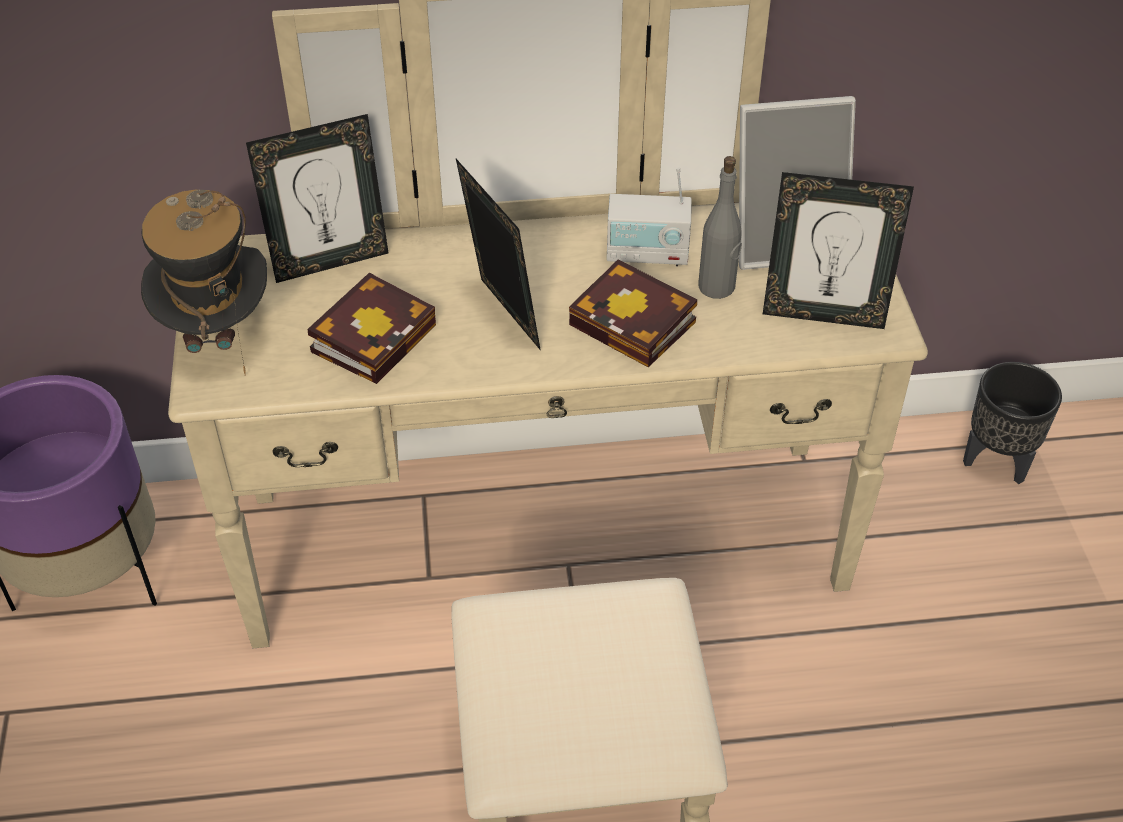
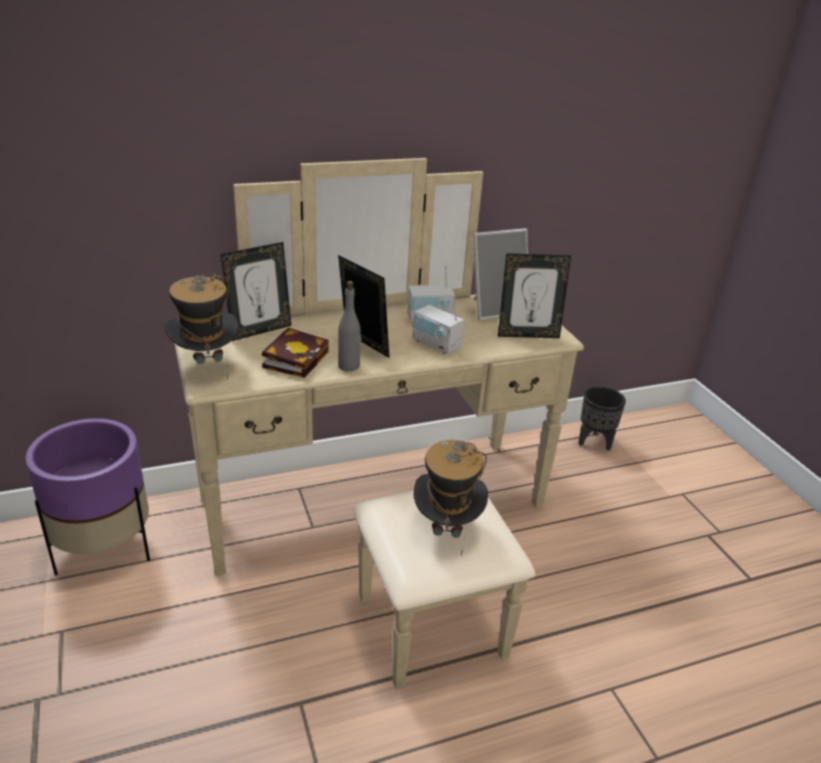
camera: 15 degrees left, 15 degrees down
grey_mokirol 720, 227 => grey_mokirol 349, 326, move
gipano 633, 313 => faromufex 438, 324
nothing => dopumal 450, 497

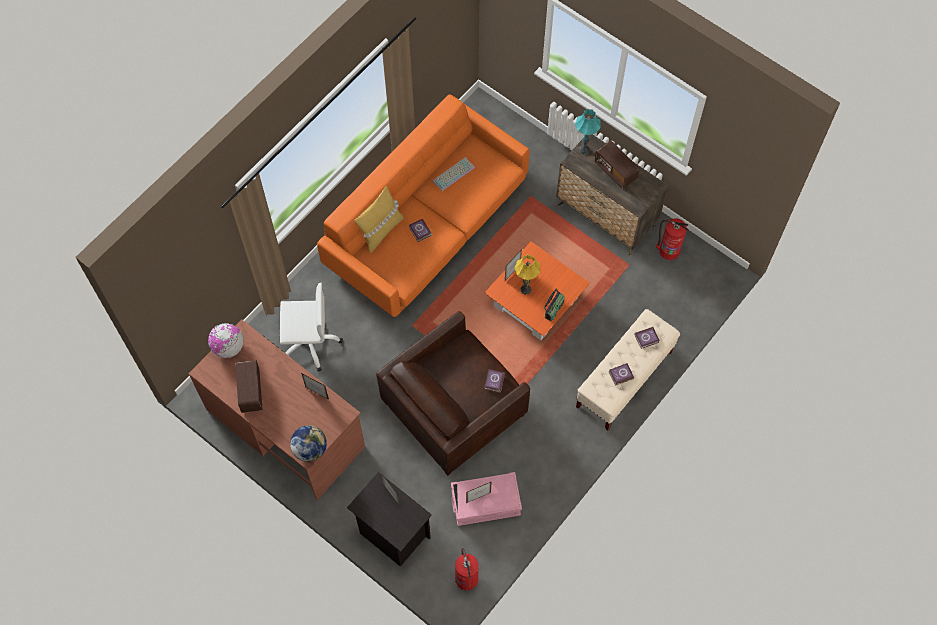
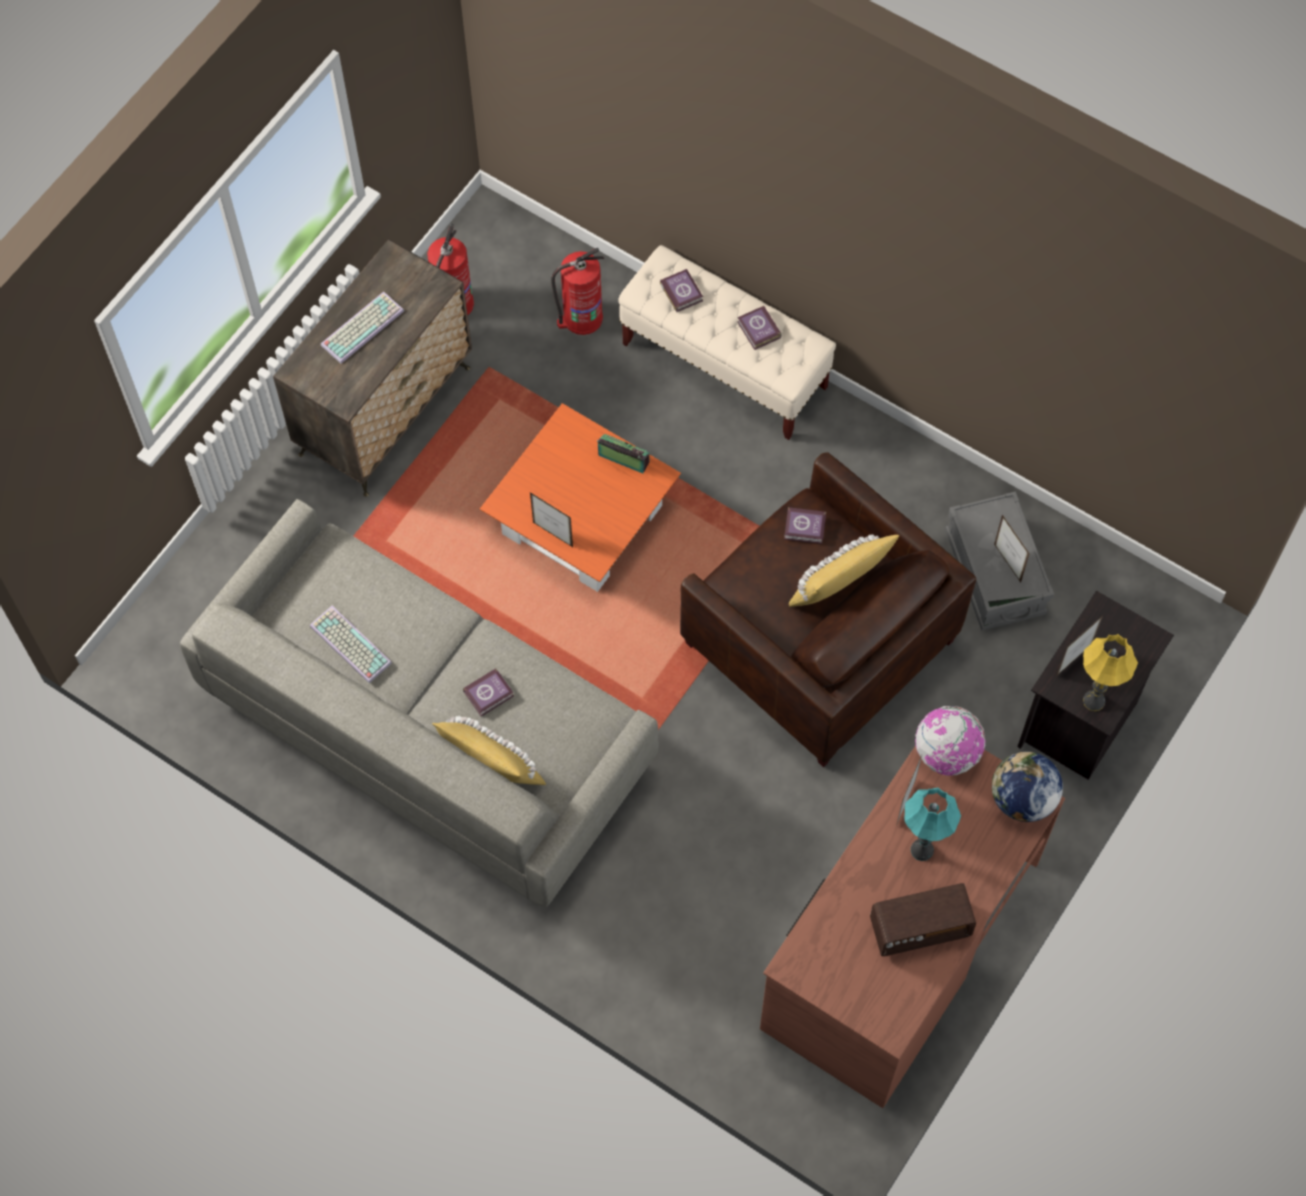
camera: 95 degrees left, 0 degrees up
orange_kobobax 423, 205 => grey_kobobax 419, 703
faromufex 616, 165 => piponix 362, 328
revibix 467, 569 => revibix 577, 291, move
nothing => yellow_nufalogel 844, 571
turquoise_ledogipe 588, 132 => turquoise_ledogipe 932, 824, move
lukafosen 225, 340 => lukafosen 950, 741, move
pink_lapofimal 486, 499 => grey_lapofimal 999, 560
yellow_ledogipe 527, 274 => yellow_ledogipe 1110, 672, move
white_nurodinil 311, 327 => nothing

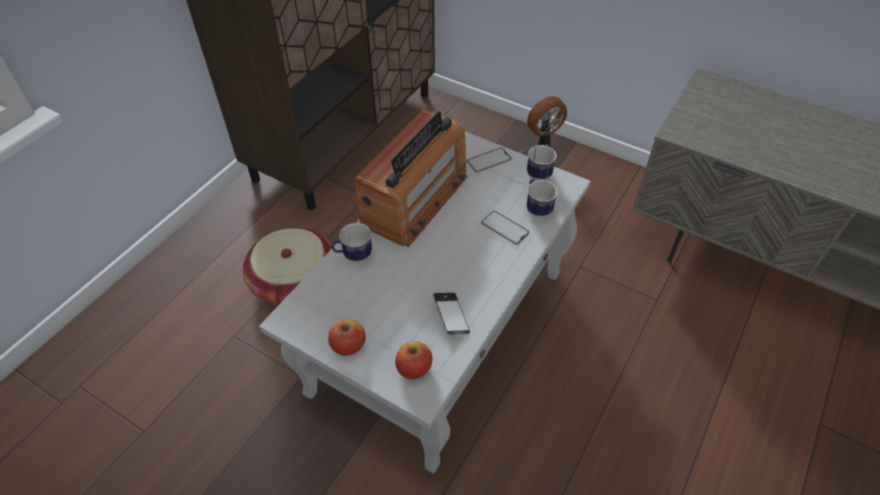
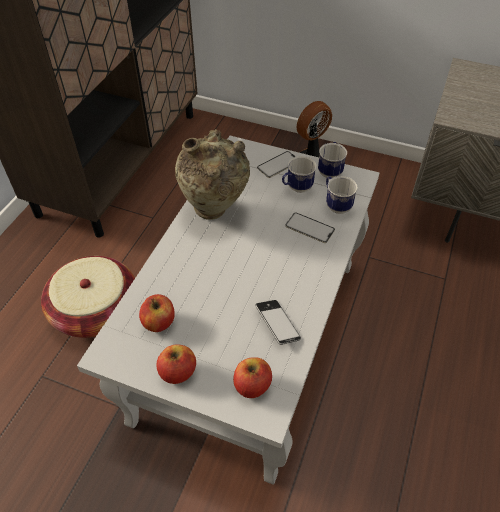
camera: 10 degrees left, 0 degrees up
nothing => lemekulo 157, 313
faromufex 411, 177 => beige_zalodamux 212, 174
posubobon 351, 243 => posubobon 299, 174, move

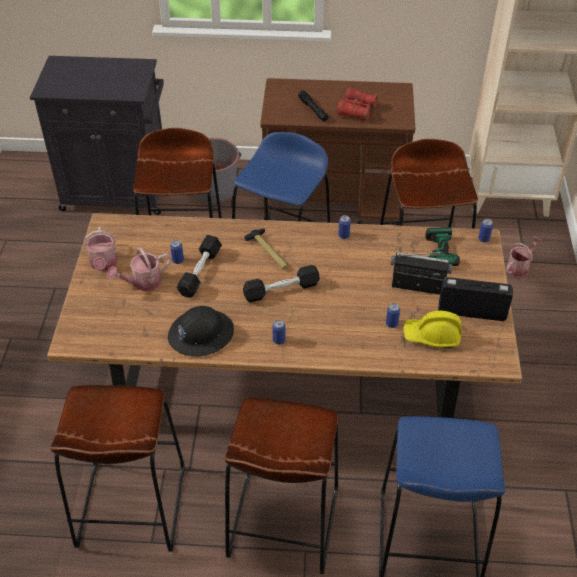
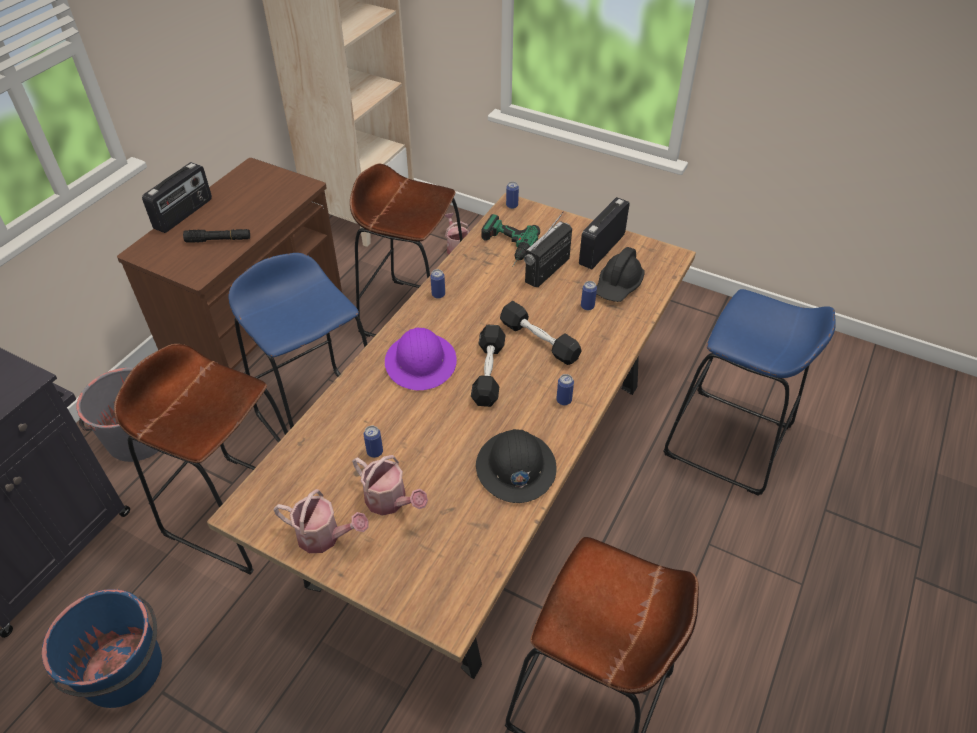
camera: 65 degrees left, 0 degrees up
nothing => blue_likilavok 102, 648
nothing => faromufex 177, 197
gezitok 139, 269 => gezitok 390, 485, 45 degrees counterclockwise
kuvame 266, 249 => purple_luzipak 421, 358
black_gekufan 199, 266 => black_gekufan 541, 333, move
yellow_luzipak 432, 329 => black_luzipak 620, 274
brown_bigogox 282, 485 => nothing
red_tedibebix 357, 104 => nothing

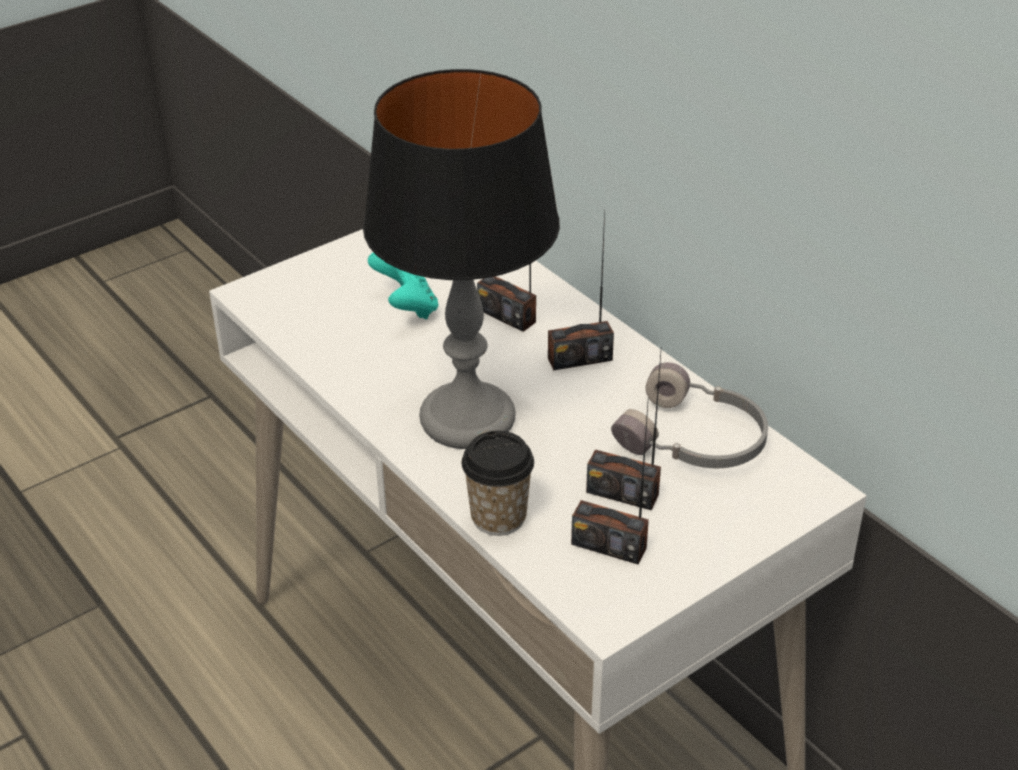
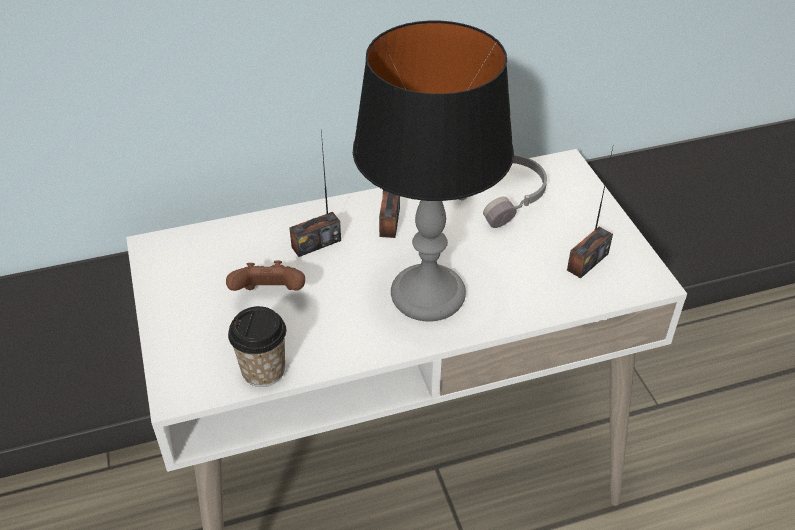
camera: 70 degrees left, 5 degrees up
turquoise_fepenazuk 403, 285 => brown_fepenazuk 265, 276
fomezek 498, 483 => fomezek 257, 346, move
faromufex 623, 431 => nothing

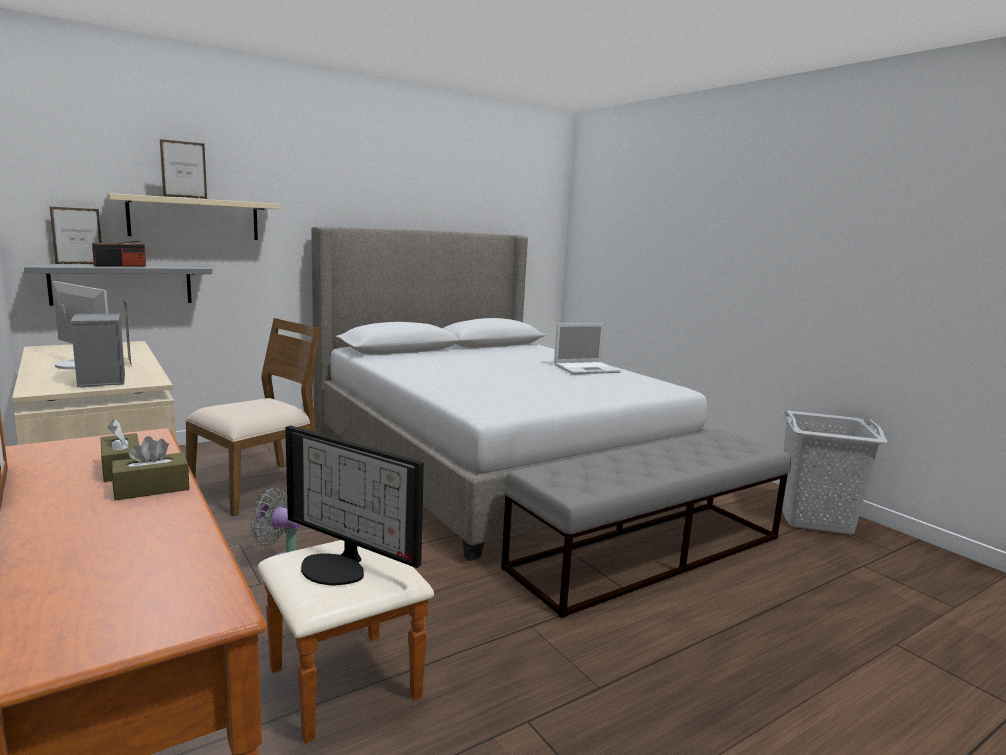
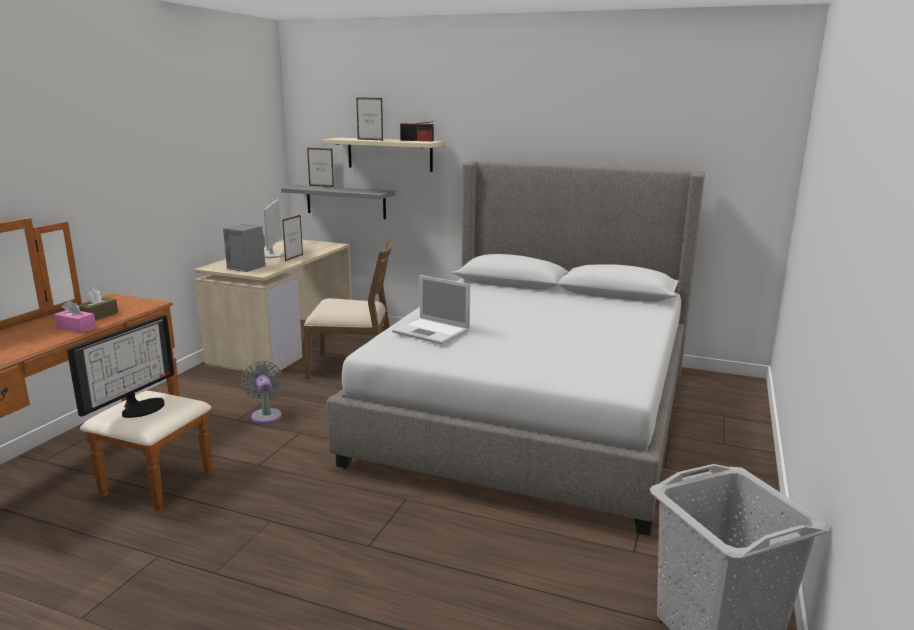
camera: 55 degrees right, 5 degrees up
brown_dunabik 151, 468 => pink_dunabik 75, 316
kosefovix 354, 505 => kosefovix 120, 366, 150 degrees counterclockwise
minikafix 587, 349 => minikafix 431, 310, move
faromufex 119, 254 => faromufex 417, 131, move
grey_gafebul 646, 524 => nothing

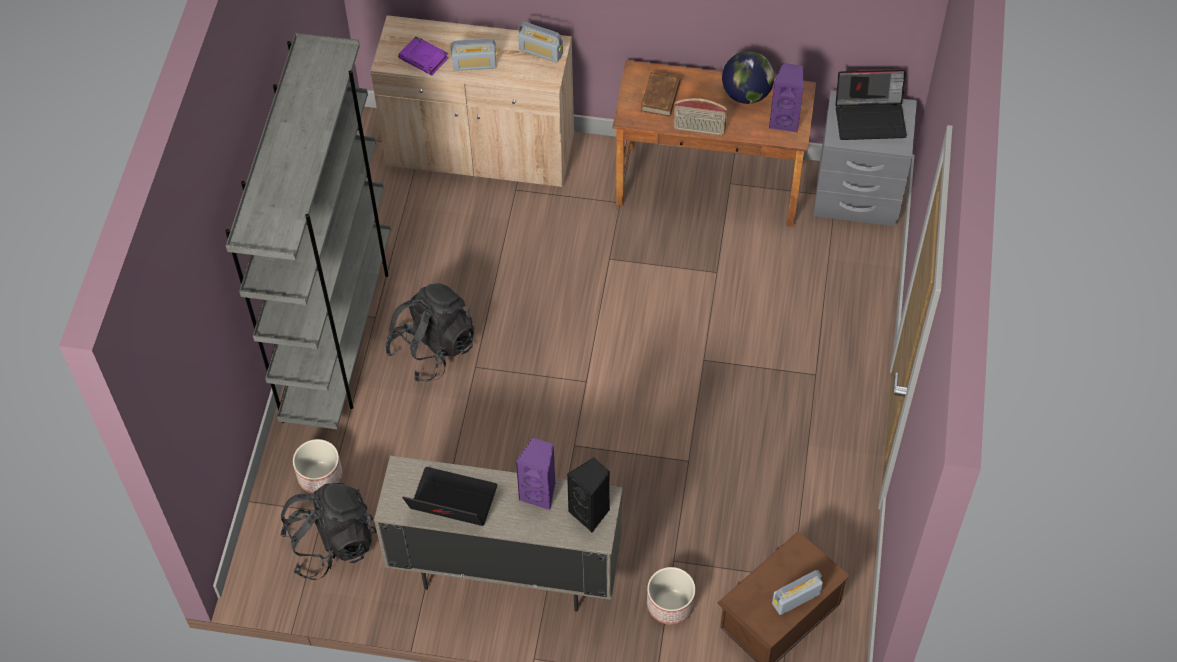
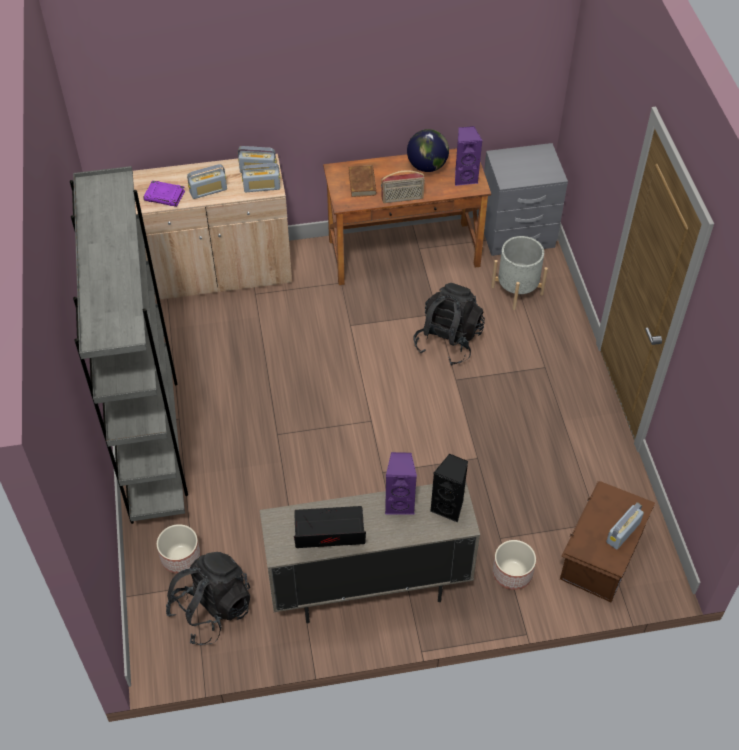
camera: 20 degrees left, 5 degrees down
nothing => faromufex 261, 177
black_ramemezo 429, 332 => black_ramemezo 449, 324, move
nothing => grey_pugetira 519, 273
minikafix 871, 104 => nothing

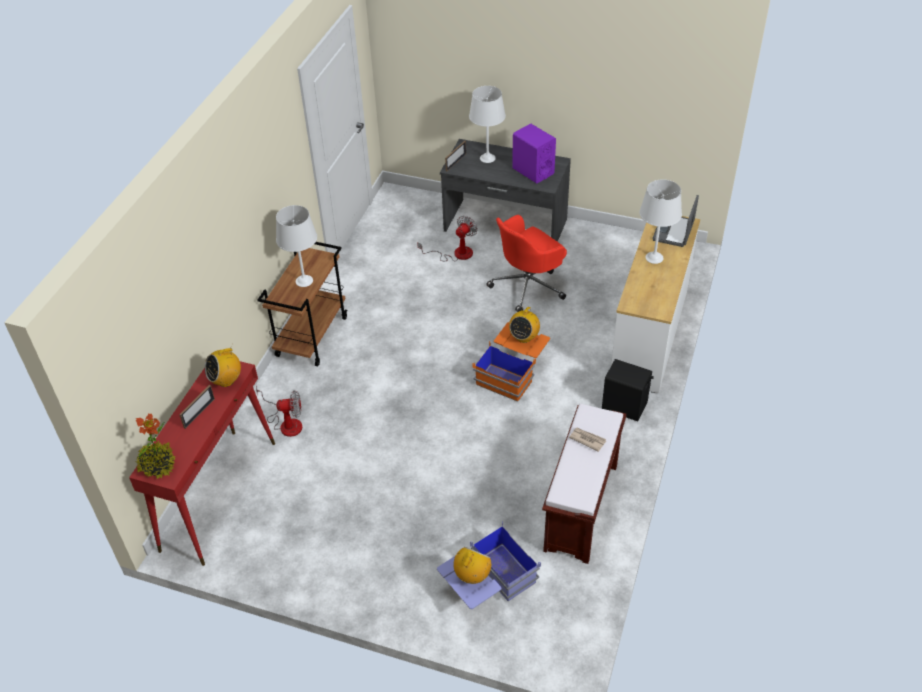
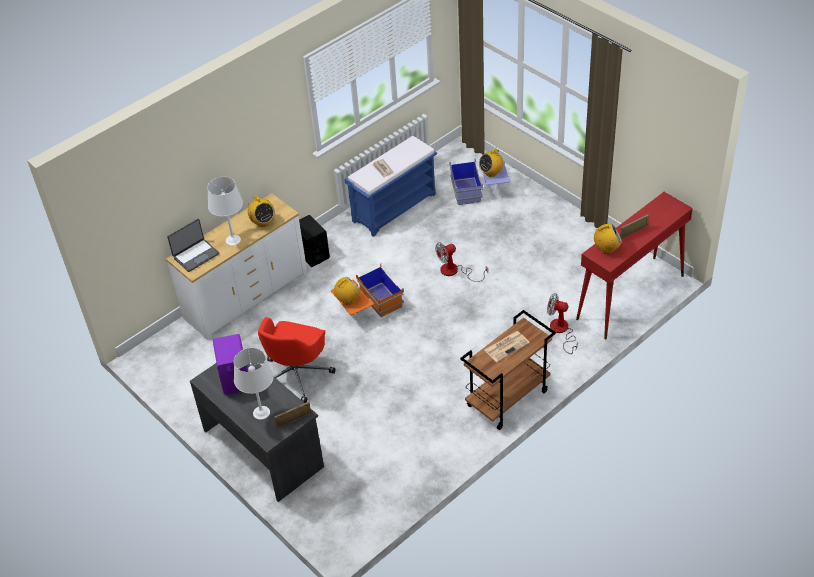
camera: 150 degrees left, 0 degrees up
nothing => faromufex 260, 211
red_nurodinil 527, 263 => red_nurodinil 297, 360, 120 degrees clockwise
brown_gafebul 584, 484 => blue_gafebul 391, 186
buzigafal 447, 238 => buzigafal 461, 262, move
white_ledogipe 296, 246 => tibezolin 507, 346
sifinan 156, 446 => nothing

